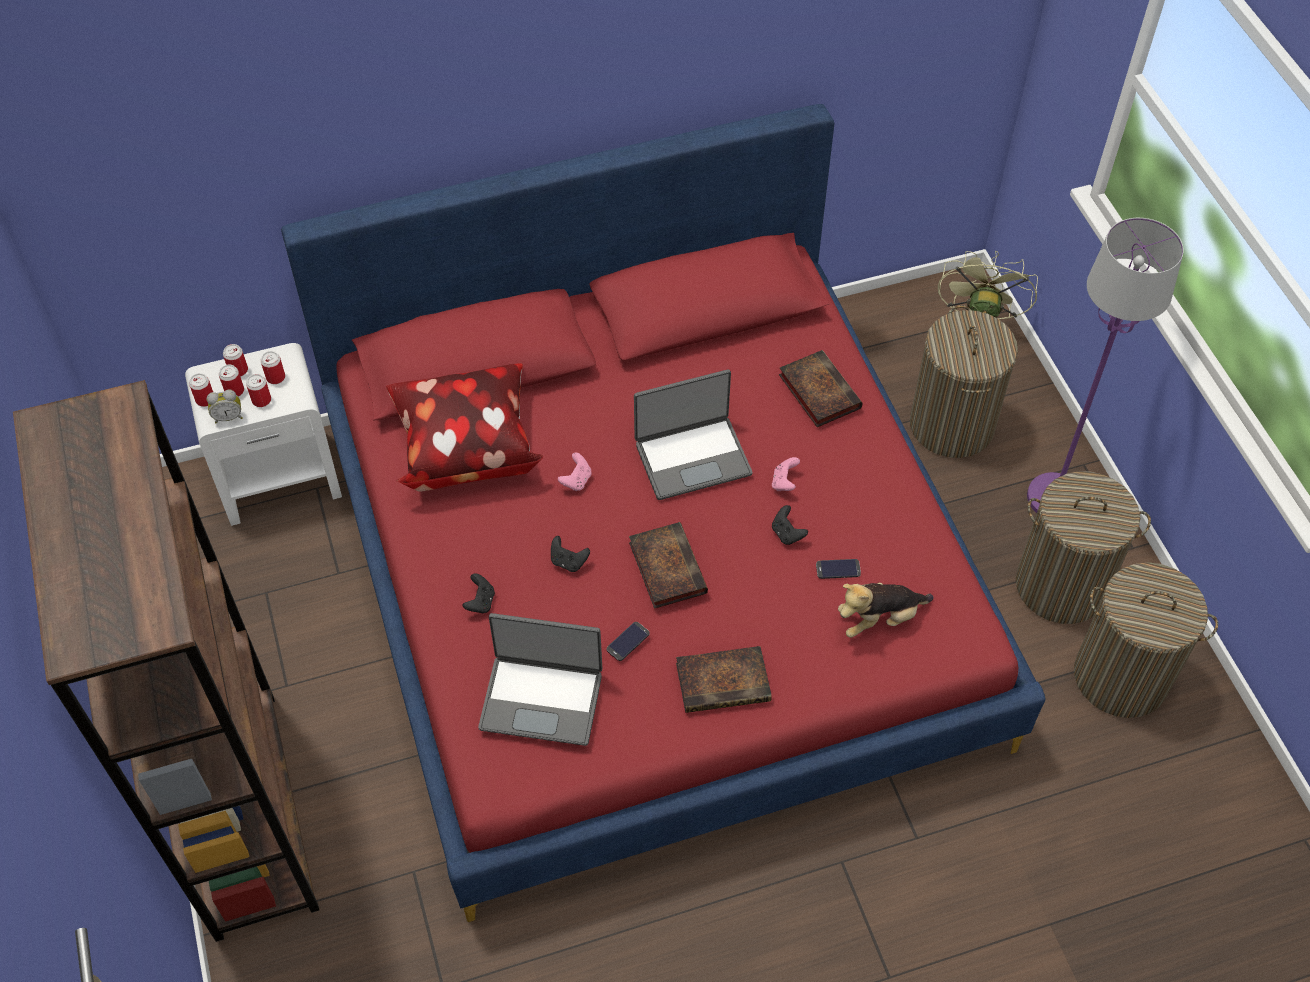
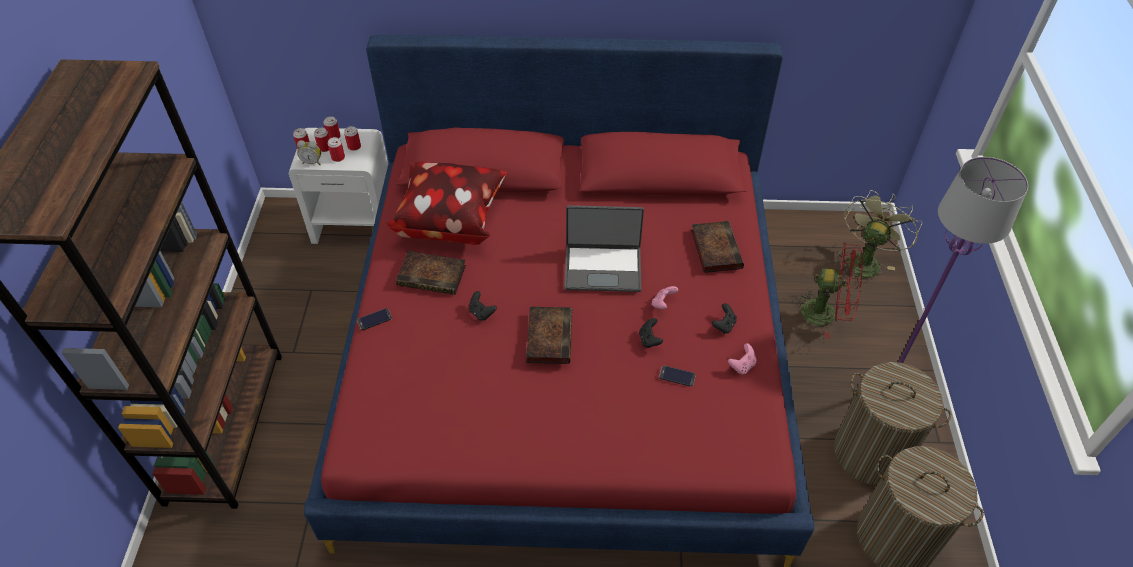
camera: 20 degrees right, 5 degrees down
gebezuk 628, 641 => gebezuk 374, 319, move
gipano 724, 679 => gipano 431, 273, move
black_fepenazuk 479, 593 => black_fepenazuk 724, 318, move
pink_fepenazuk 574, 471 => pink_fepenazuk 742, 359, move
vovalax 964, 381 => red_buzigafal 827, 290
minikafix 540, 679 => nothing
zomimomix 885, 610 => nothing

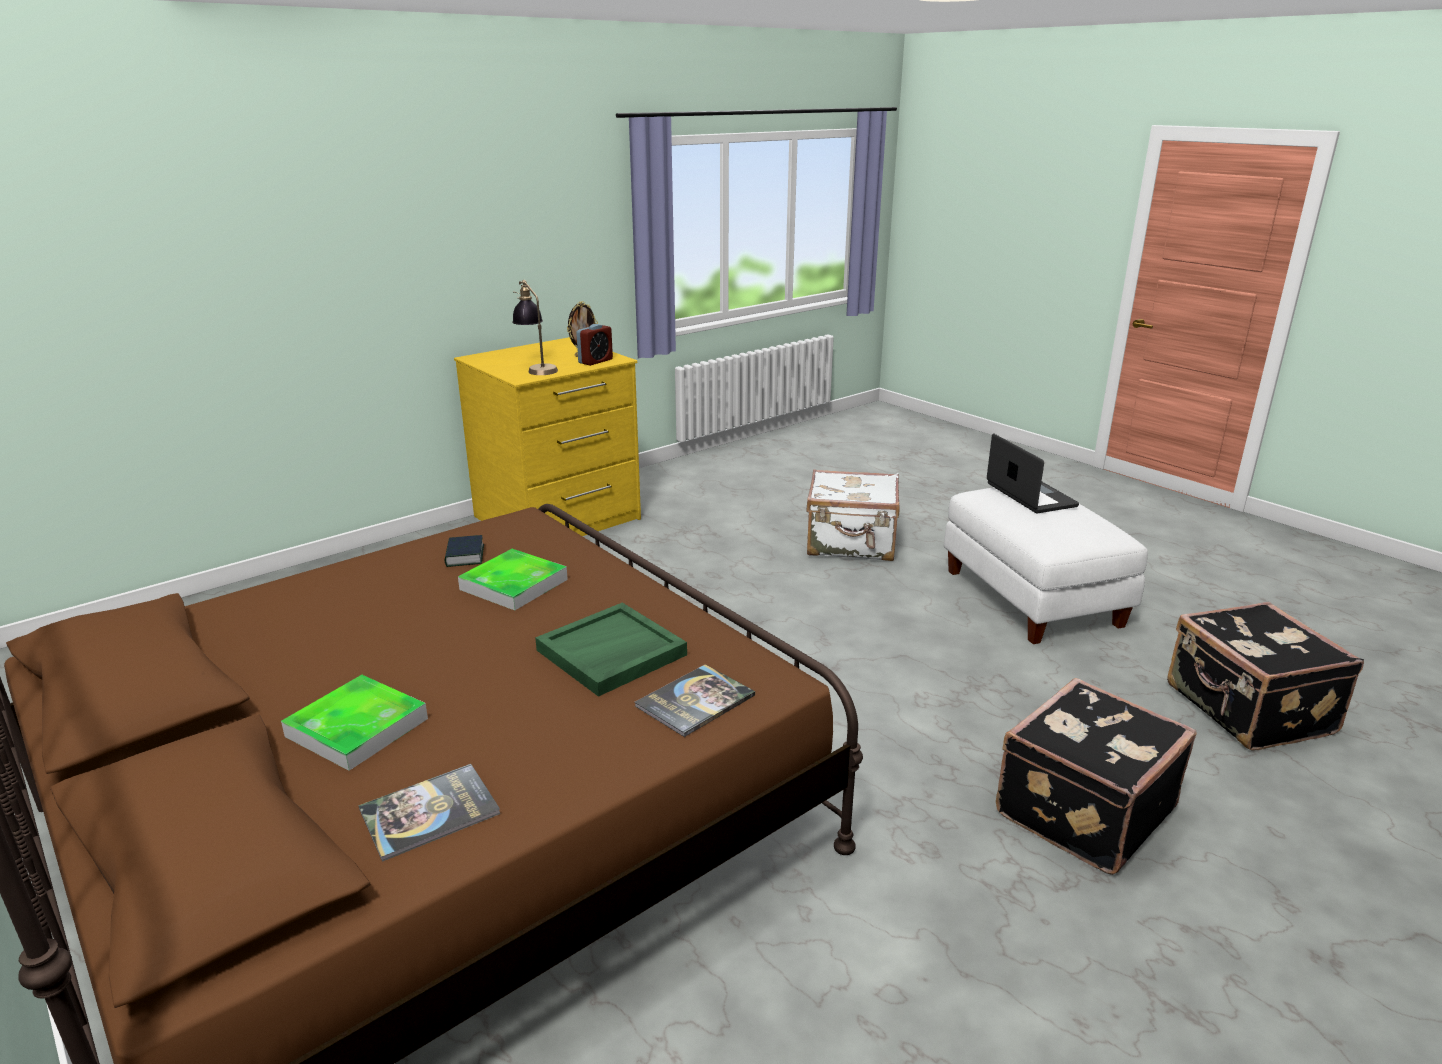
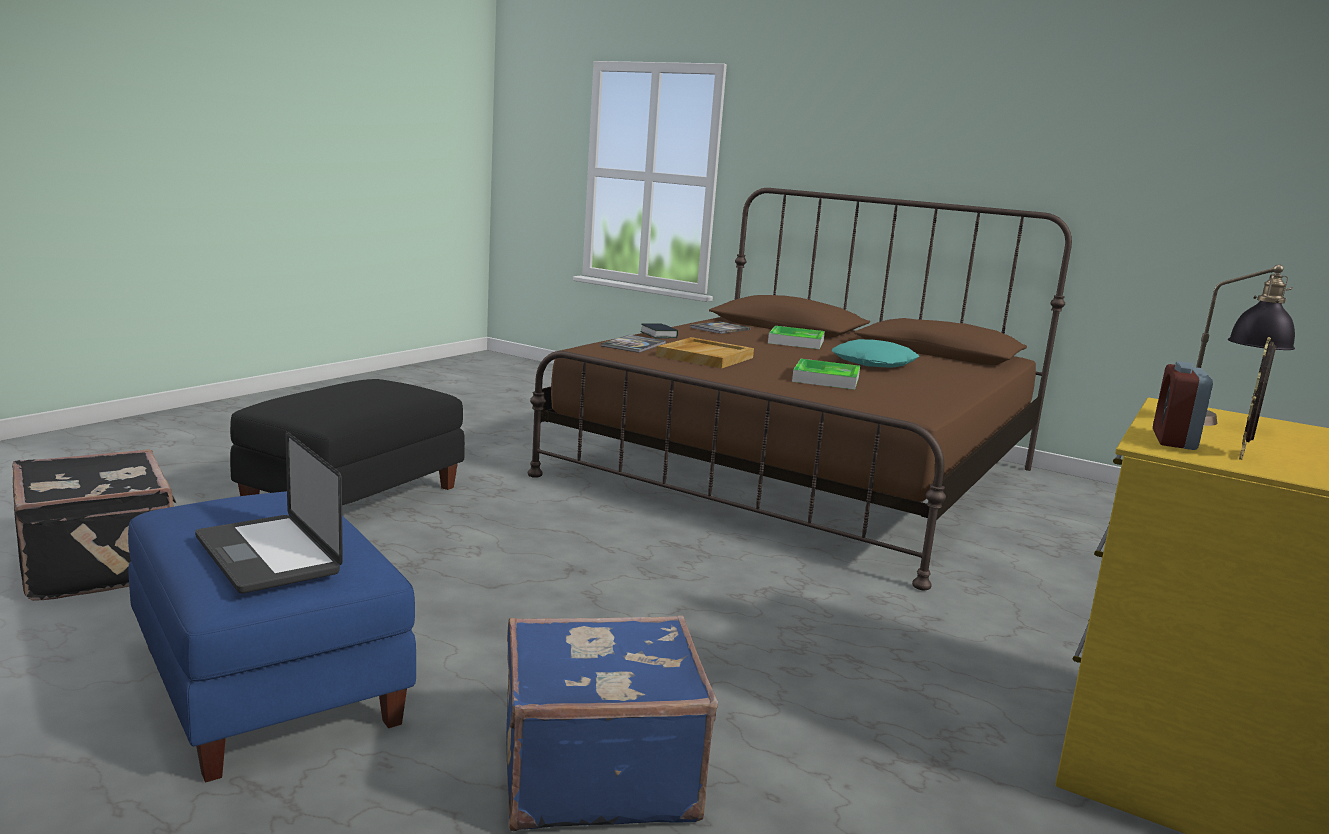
camera: 160 degrees right, 10 degrees down
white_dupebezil 1046, 565 => blue_dupebezil 272, 637
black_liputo 1096, 776 => black_dupebezil 347, 442
white_liputo 853, 515 => blue_liputo 612, 723
gipano 464, 551 => gipano 659, 331, move
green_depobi 611, 650 => beige_depobi 705, 352
nothing => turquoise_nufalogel 875, 353

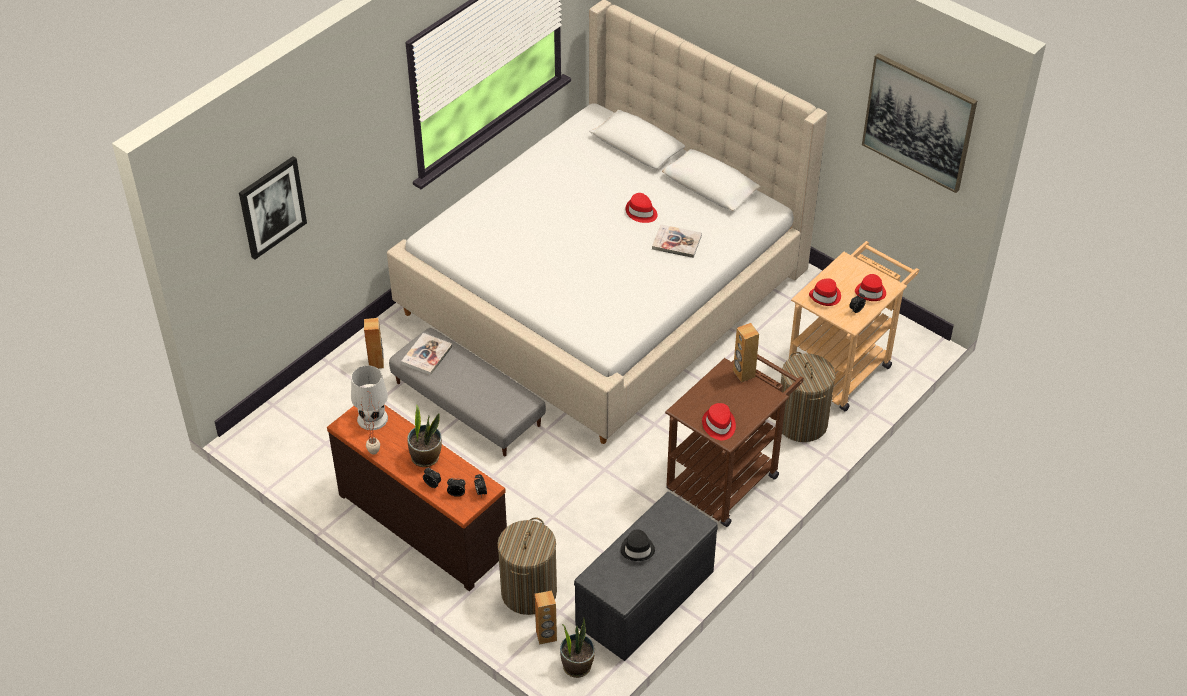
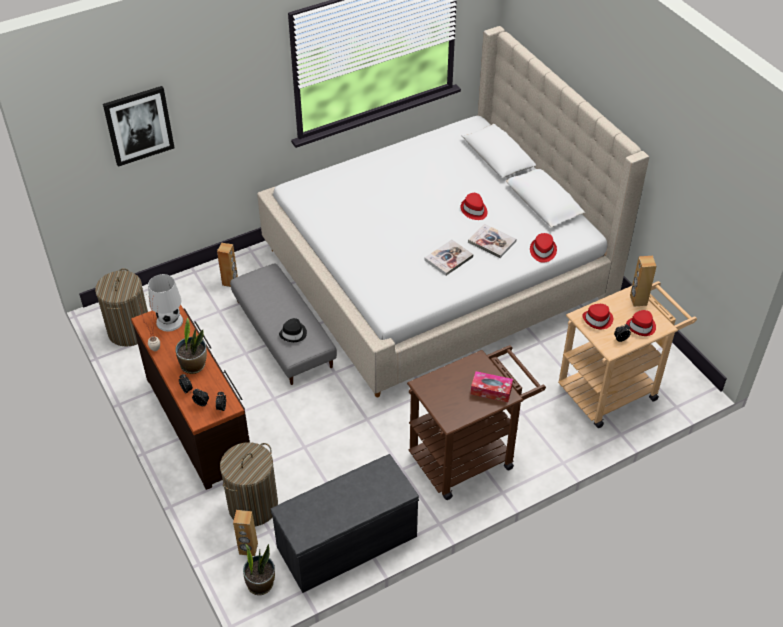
camera: 20 degrees right, 0 degrees up
vovalax 808, 397 => vovalax 121, 307, move
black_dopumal 638, 545 => black_dopumal 293, 330, move
gipano 427, 354 => gipano 449, 258, move
nothing => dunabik 492, 386
red_dopumal 719, 421 => red_dopumal 543, 248, move
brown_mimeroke 746, 352 => brown_mimeroke 643, 281, move
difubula 919, 123 => nothing

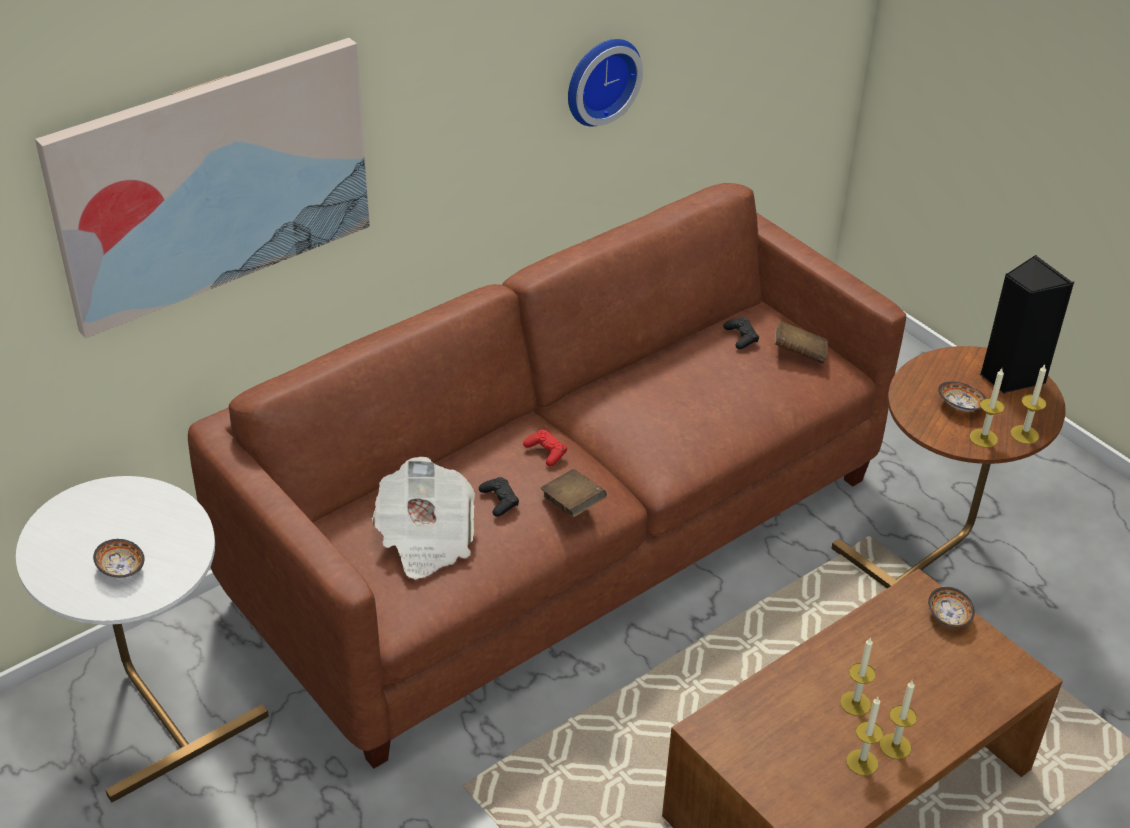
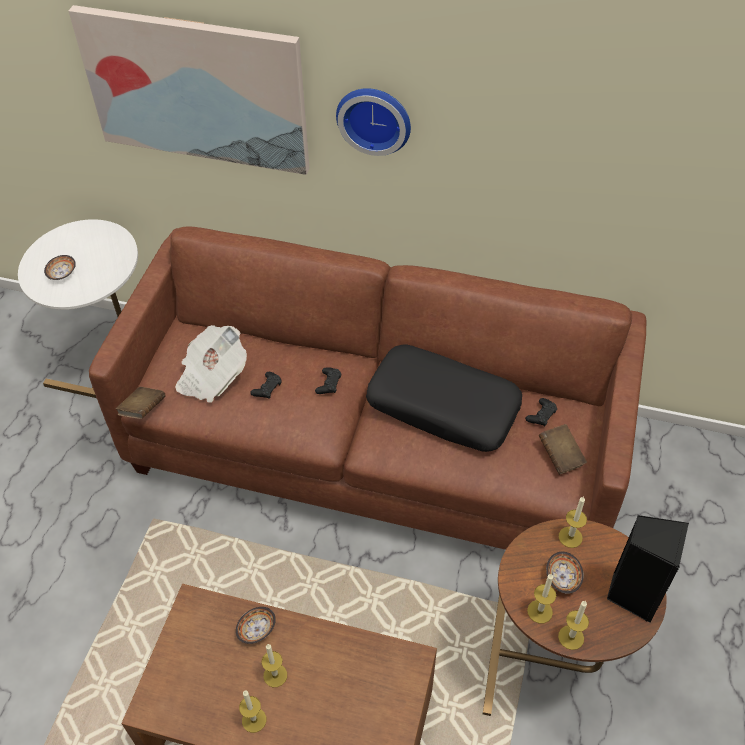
camera: 55 degrees right, 10 degrees up
brown_gipano 573, 493 => brown_gipano 141, 403, move
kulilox 951, 607 => kulilox 256, 625, move
red_fepenazuk 545, 448 => black_fepenazuk 328, 380
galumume 605, 83 => galumume 373, 122, move
nothing => black_nufalogel 444, 398
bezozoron 864, 736 => bezozoron 573, 522, move

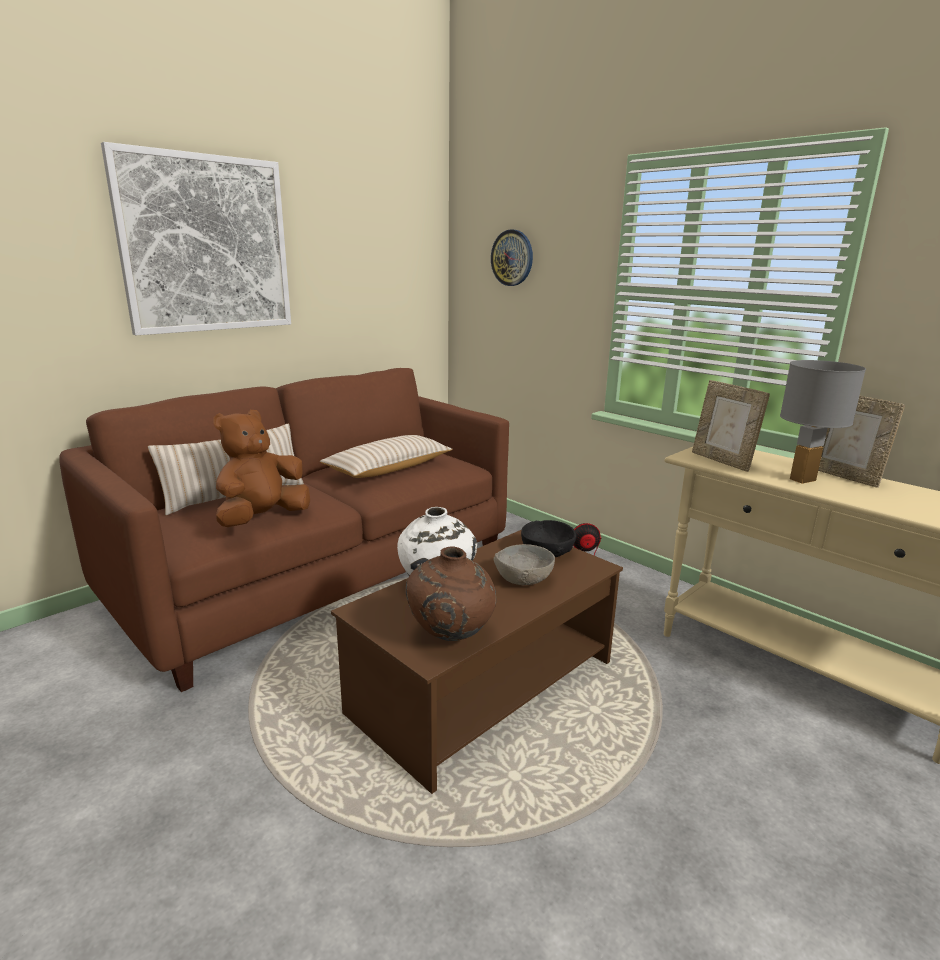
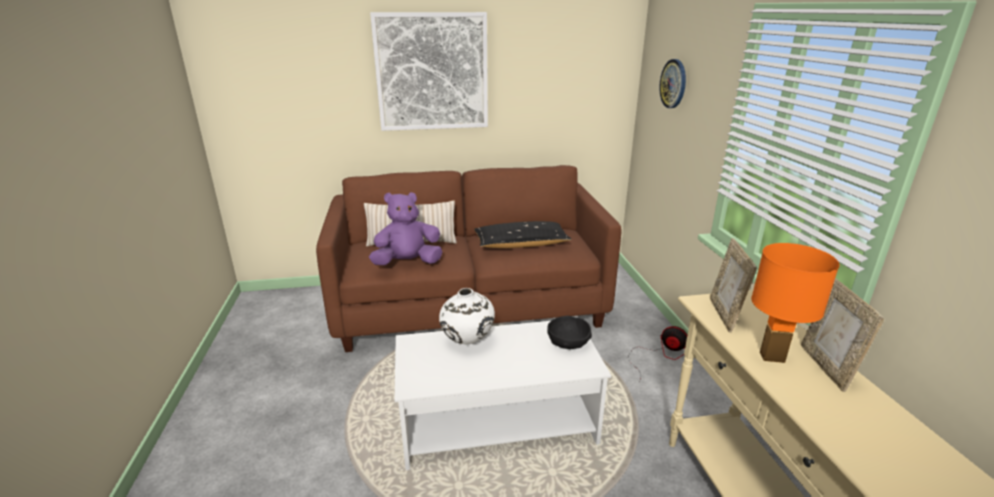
camera: 35 degrees right, 5 degrees up
brown_zomimomix 261, 468 => purple_zomimomix 405, 228
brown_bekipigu 477, 662 => white_bekipigu 503, 395
beige_nufalogel 386, 456 => black_nufalogel 523, 234
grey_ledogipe 823, 422 => orange_ledogipe 795, 303
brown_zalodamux 451, 593 => nothing
grey_kulilox 524, 564 => nothing

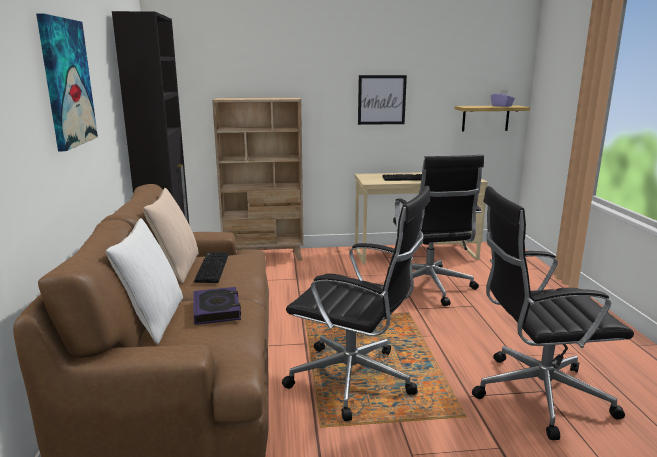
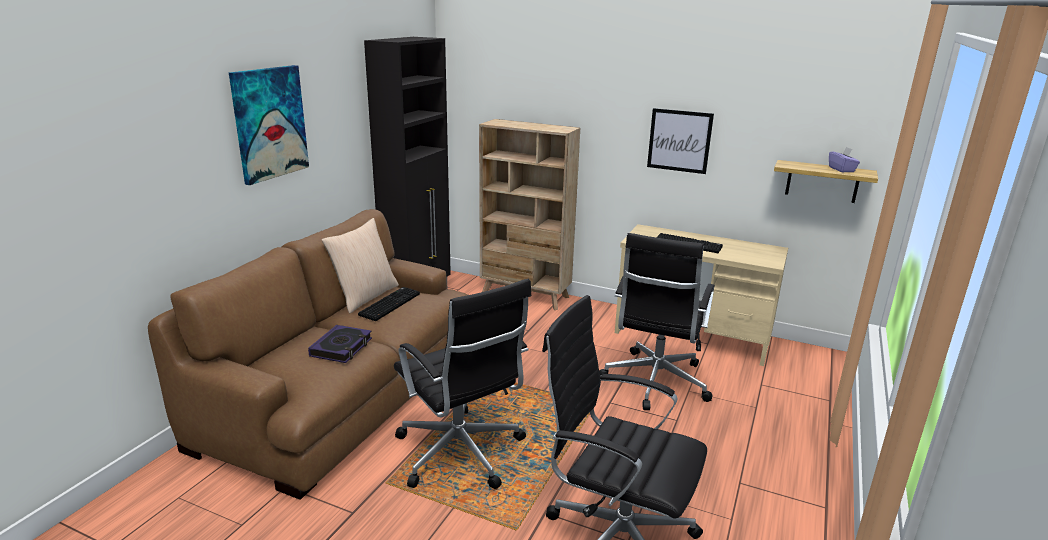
camera: 30 degrees right, 5 degrees up
white_nufalogel 144, 281 => nothing

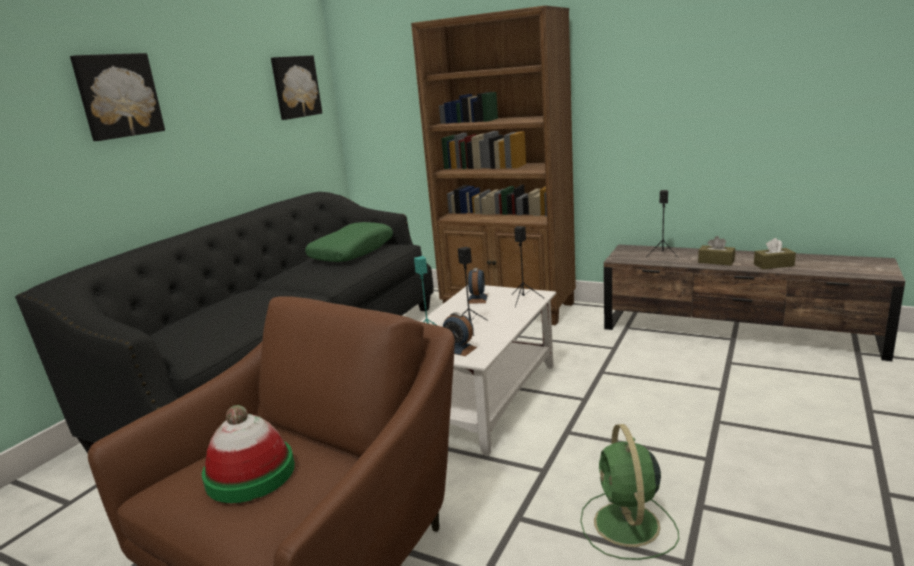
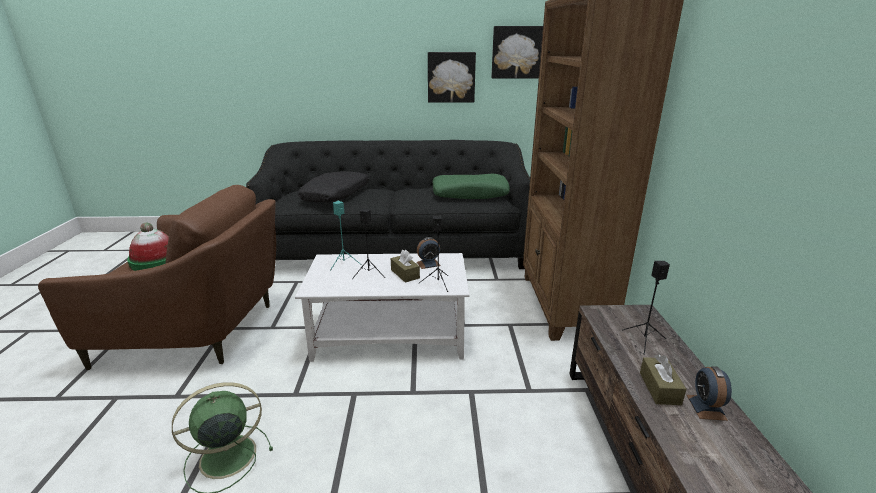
camera: 60 degrees right, 5 degrees up
nothing => black_nufalogel 333, 187
brown_dunabik 775, 253 => brown_dunabik 405, 266, move
difubula 117, 97 => difubula 452, 77, move
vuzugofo 460, 334 => vuzugofo 709, 393, move

